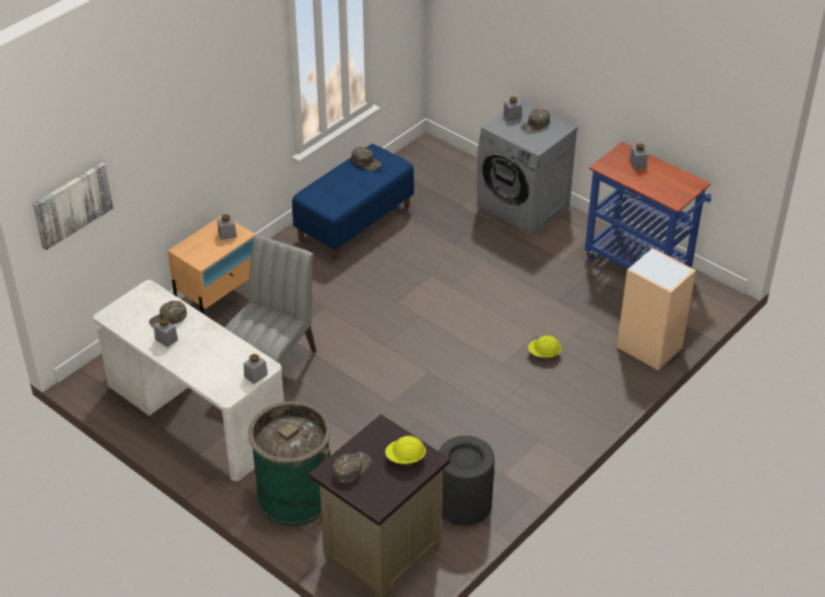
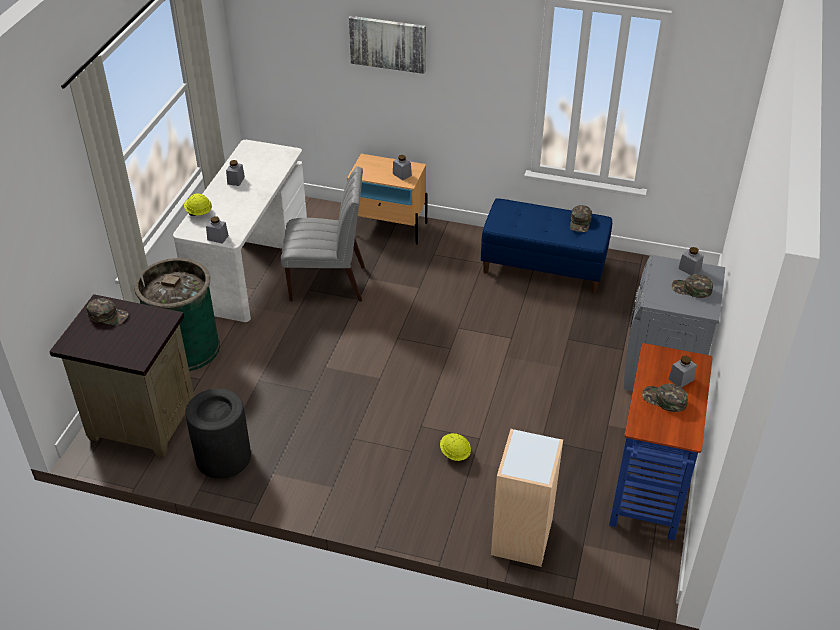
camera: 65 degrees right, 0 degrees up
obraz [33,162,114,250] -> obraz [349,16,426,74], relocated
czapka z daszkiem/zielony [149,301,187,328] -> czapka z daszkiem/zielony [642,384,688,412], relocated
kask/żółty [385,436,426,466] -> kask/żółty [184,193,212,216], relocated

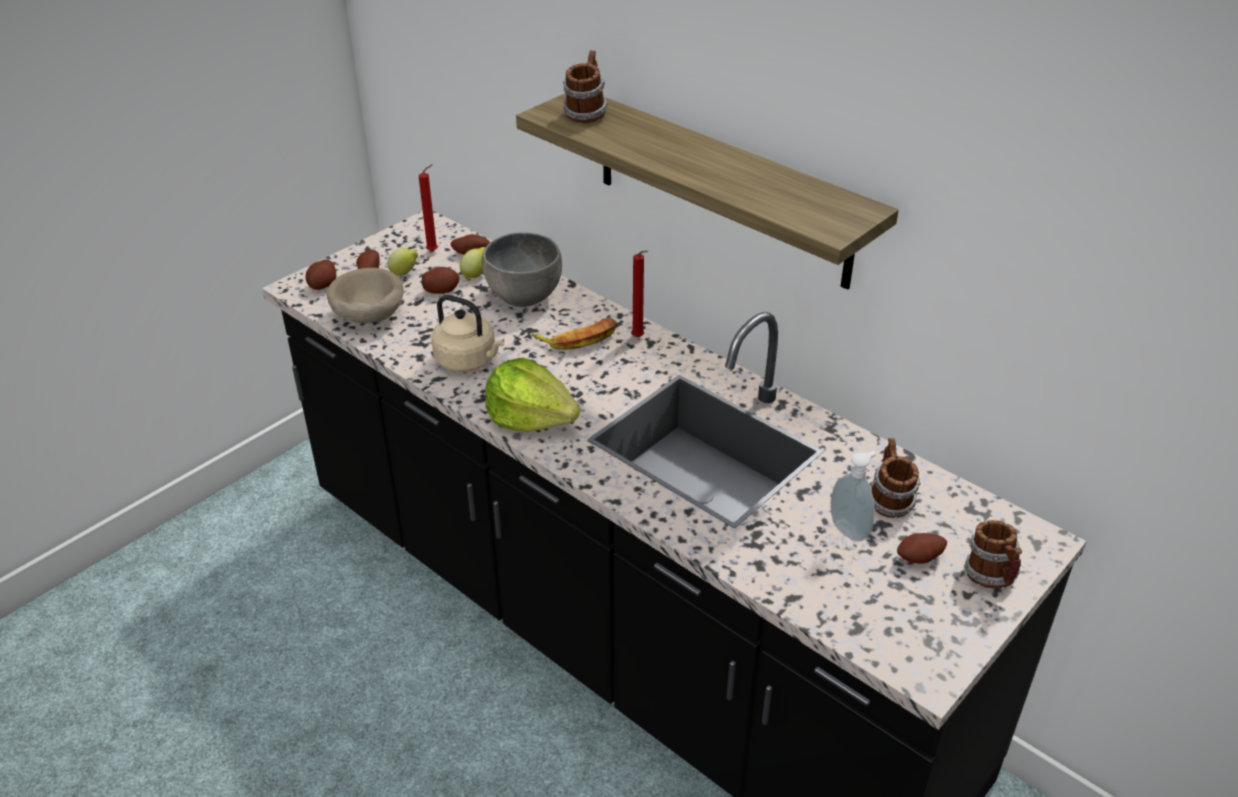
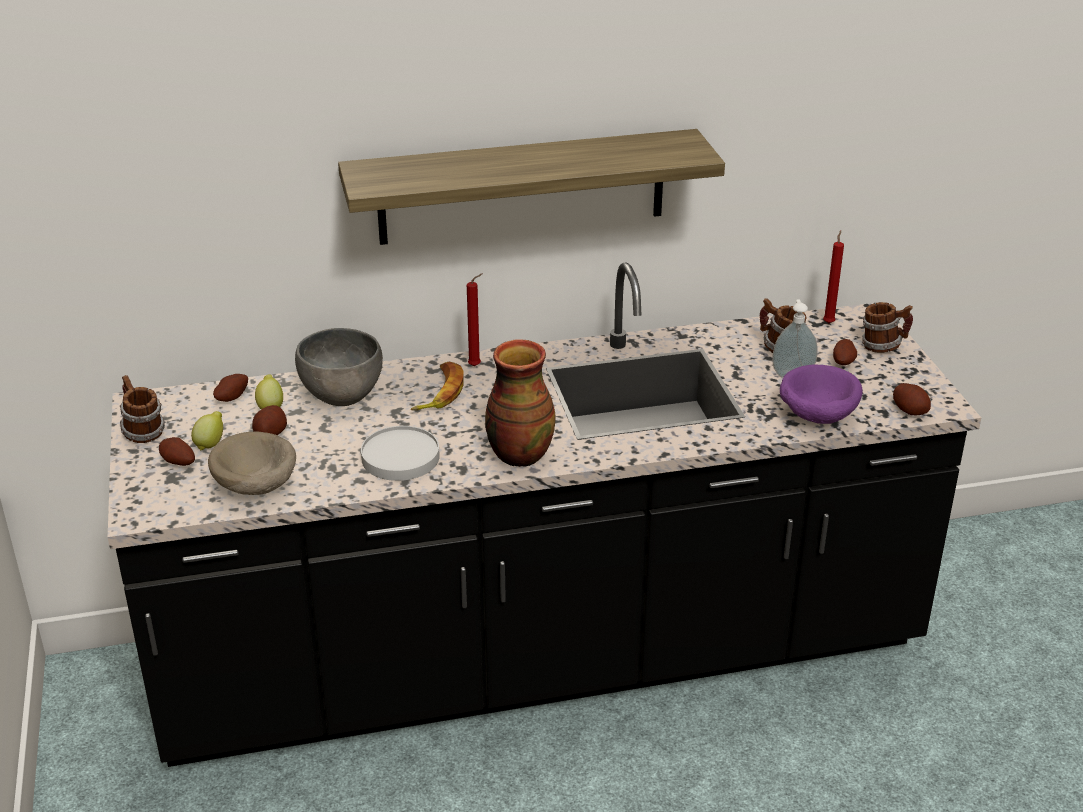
camera: 55 degrees left, 5 degrees down
ziemniak [305,259,336,290] -> ziemniak [893,383,931,415], relocated
świeca/czerwony [419,164,438,252] -> świeca/czerwony [823,230,844,323], relocated
czajnik/beżowy [431,295,504,372] -> talerz/biały [361,426,440,481]
sałata [485,358,580,431] -> wazon [485,339,555,467]
kubek [563,50,608,123] -> kubek [120,375,165,443], relocated
none -> miska/fioletowy [780,365,863,424]

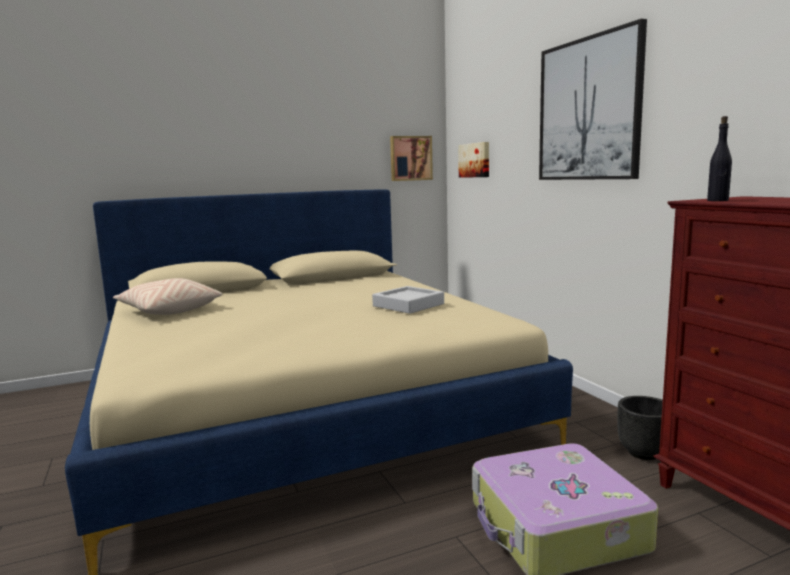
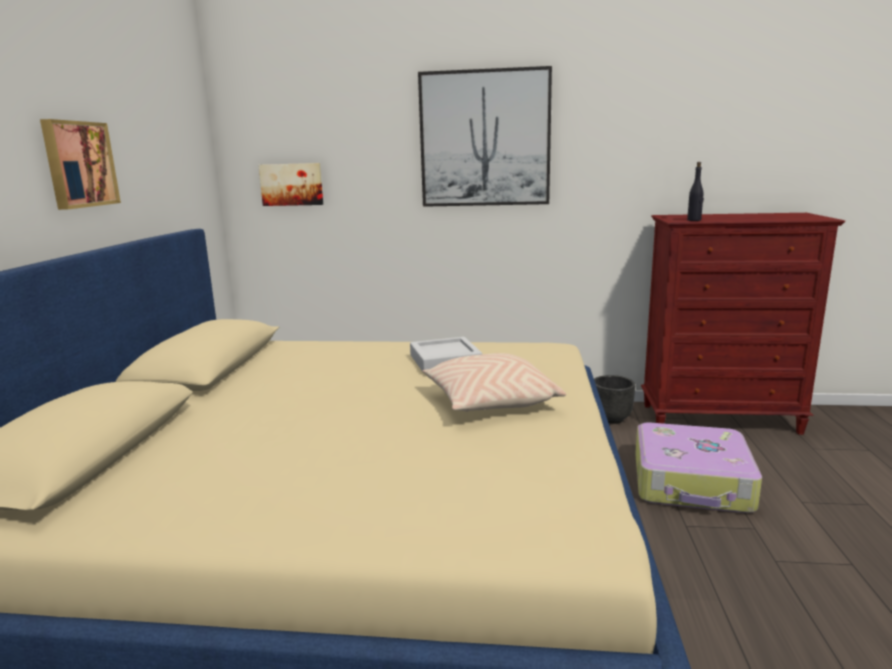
camera: 60 degrees left, 5 degrees up
poduszka/beżowy [113,278,223,315] -> poduszka/beżowy [423,353,566,412], relocated
obraz [390,136,433,181] -> obraz [40,119,121,210], relocated

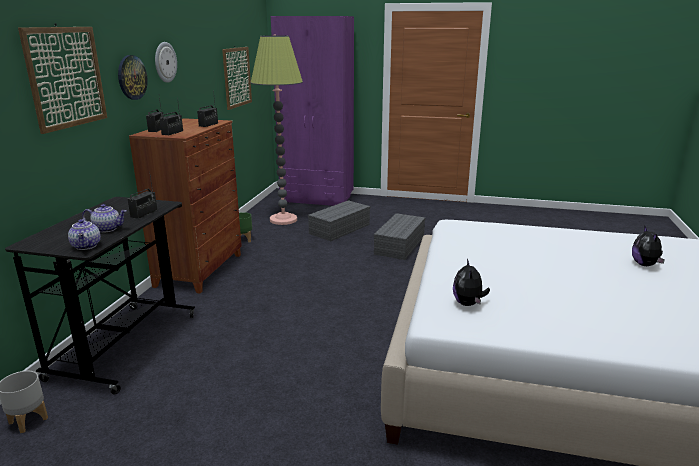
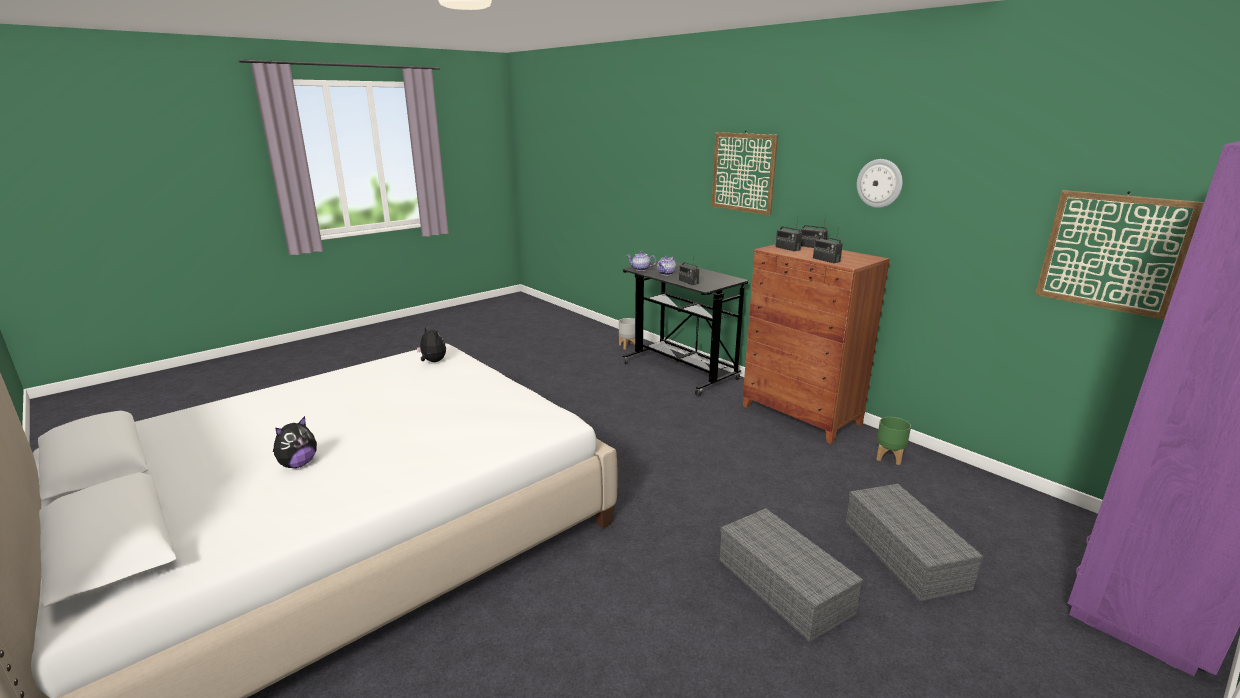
camera: 125 degrees right, 0 degrees up
zegar ścienny [118,55,148,100] -> none
lampa stojąca [251,35,303,225] -> none
pluszak [632,227,665,266] -> pluszak [273,416,317,468], 90 degrees clockwise

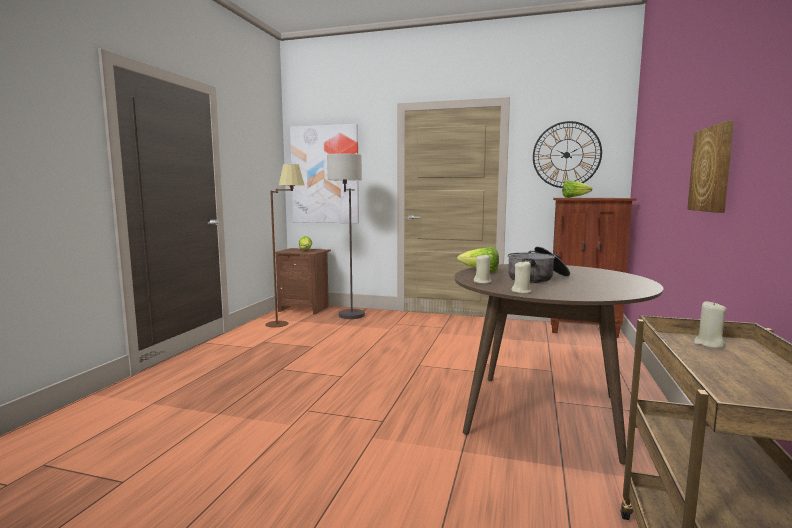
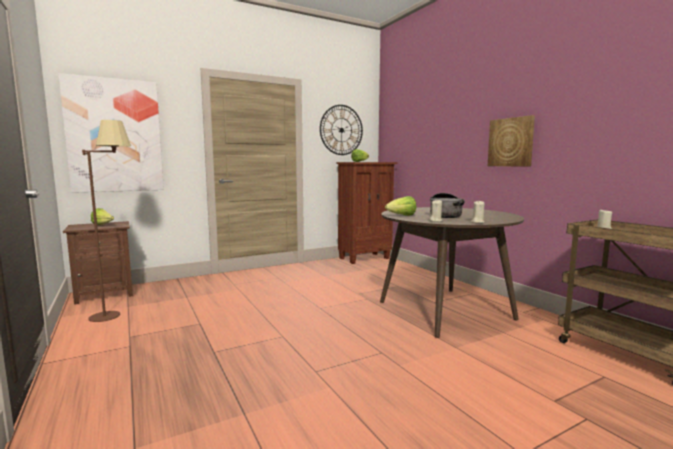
camera: 45 degrees left, 0 degrees up
lampa stojąca/szary [327,153,365,319] -> none

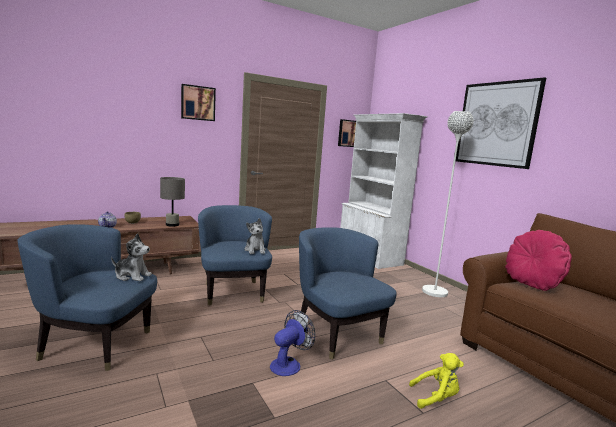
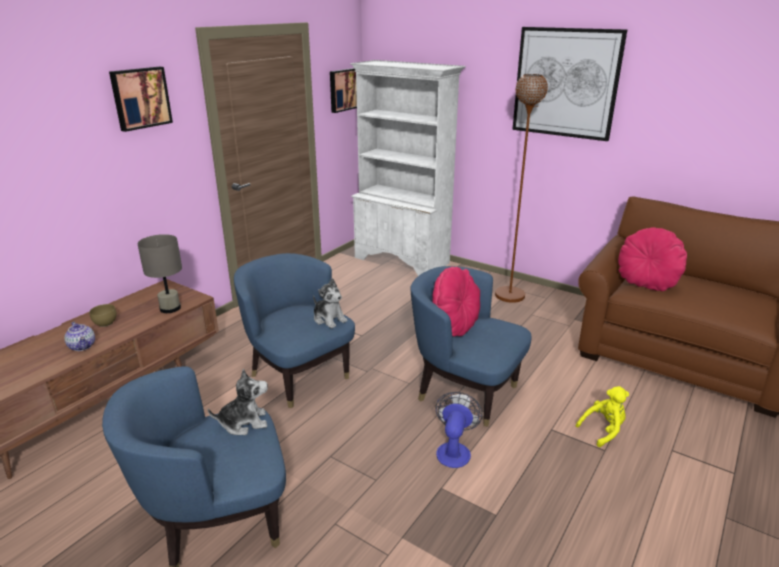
camera: 25 degrees left, 15 degrees up
lampa stojąca/biały [422,111,474,297] -> lampa stojąca/brązowy [495,74,548,303]
none -> poduszka/różowy [432,267,480,336]

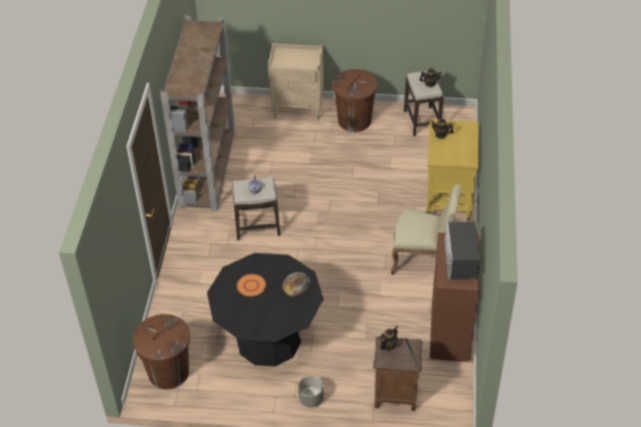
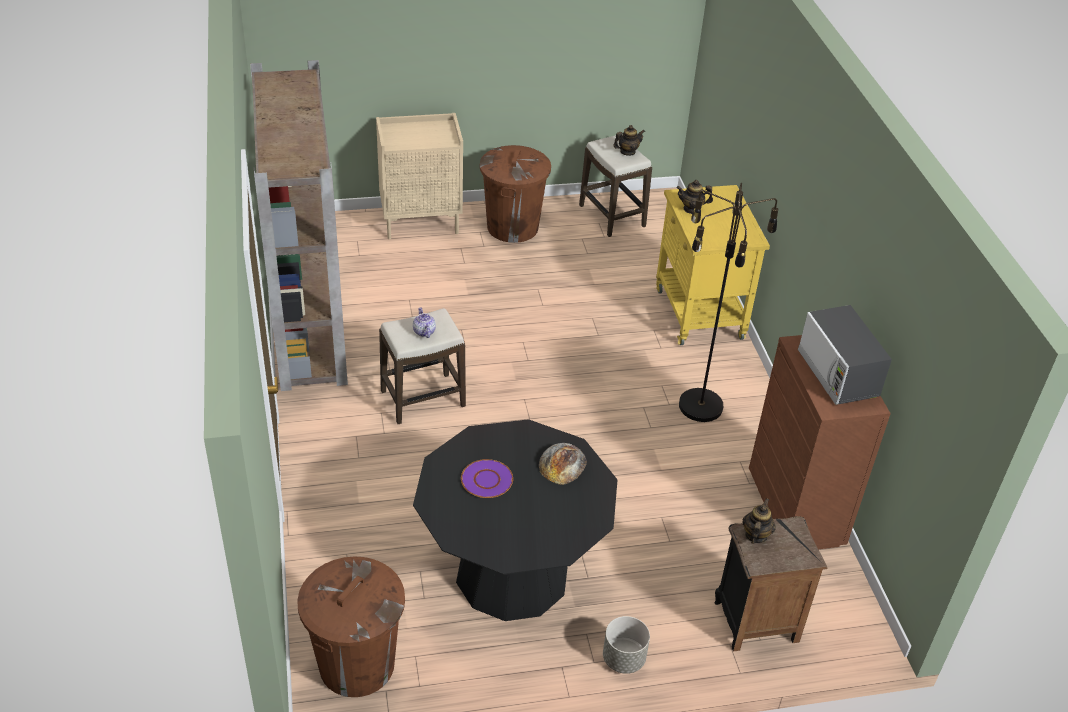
camera: 20 degrees left, 5 degrees down
talerz/pomarańczowy [237,274,266,297] -> talerz/fioletowy [461,459,513,498]
krzesło/beżowy [391,184,461,275] -> lampa stojąca [679,183,778,422]

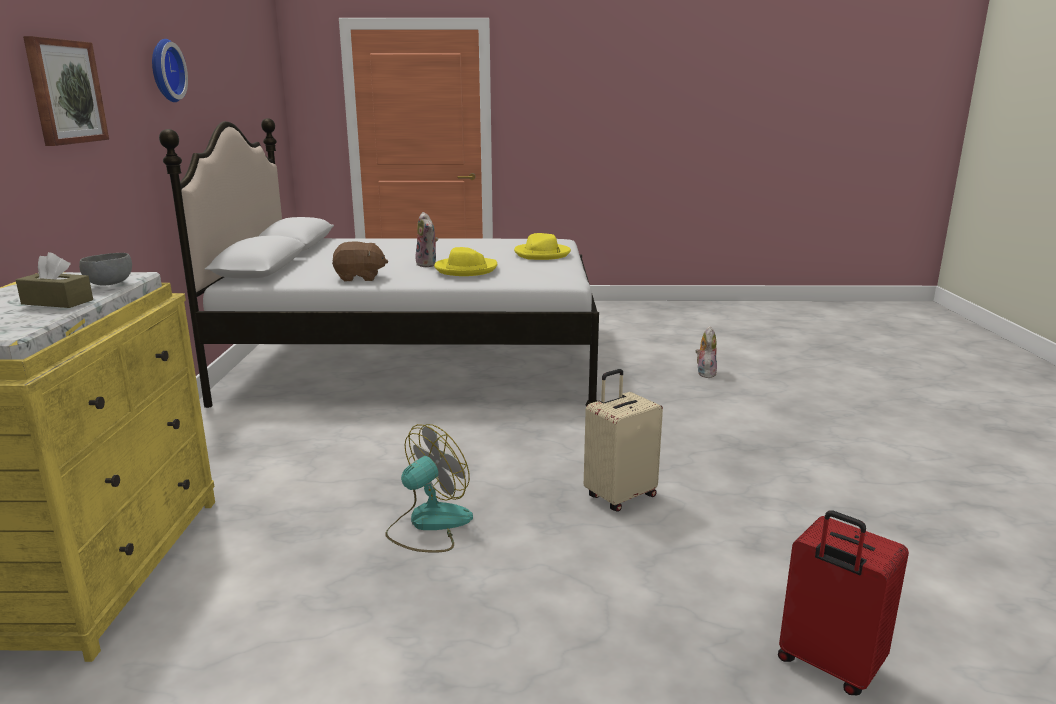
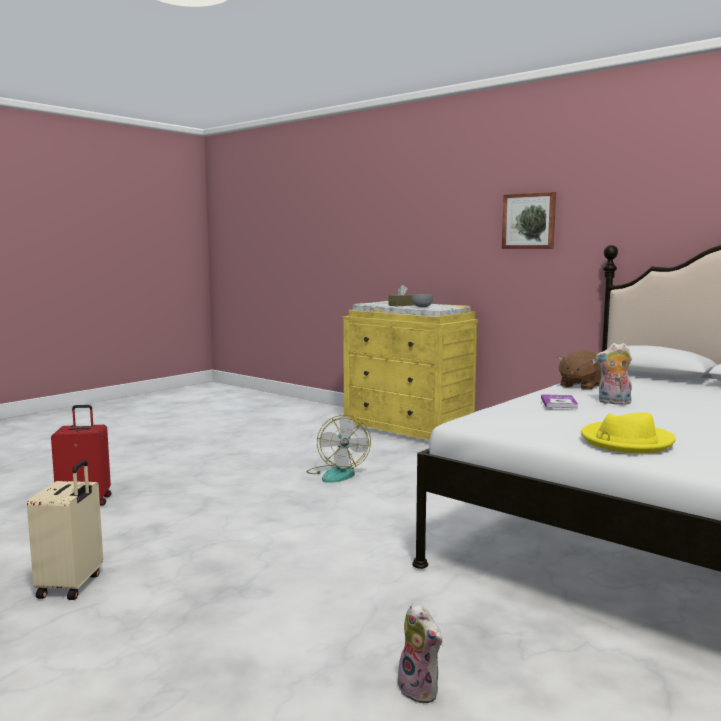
camera: 130 degrees right, 10 degrees down
zegar ścienny [152,39,188,102] -> none
kapelusz/żółty [434,247,497,276] -> książka [541,394,578,408]
walizka/beżowy [584,369,663,512] -> walizka/beżowy [27,460,103,600], relocated

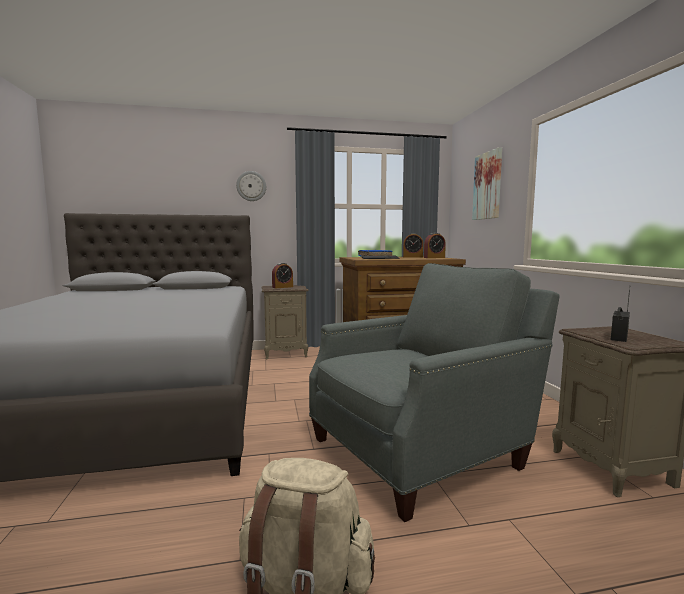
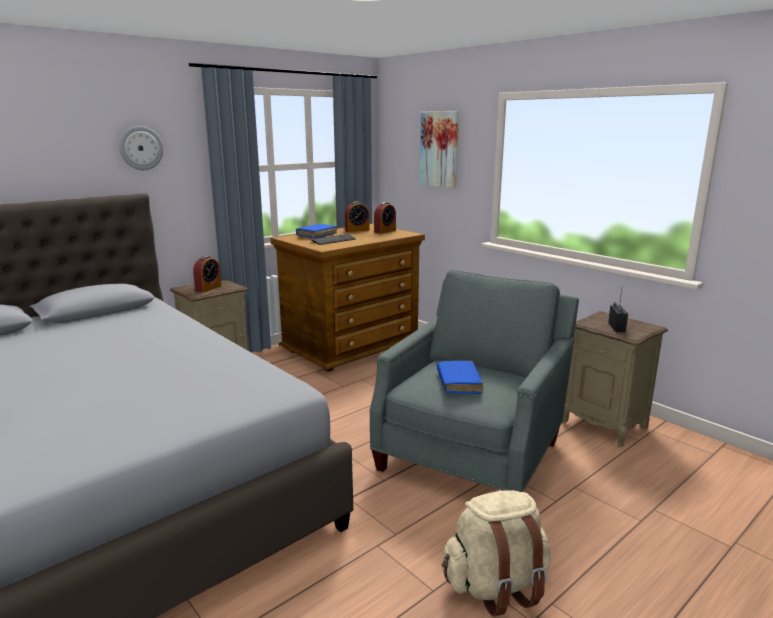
camera: 30 degrees left, 10 degrees up
none -> książka/niebieski [437,361,483,394]

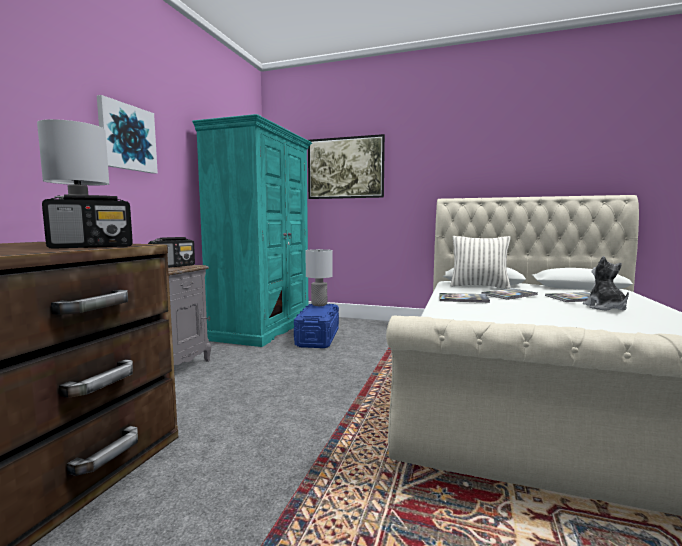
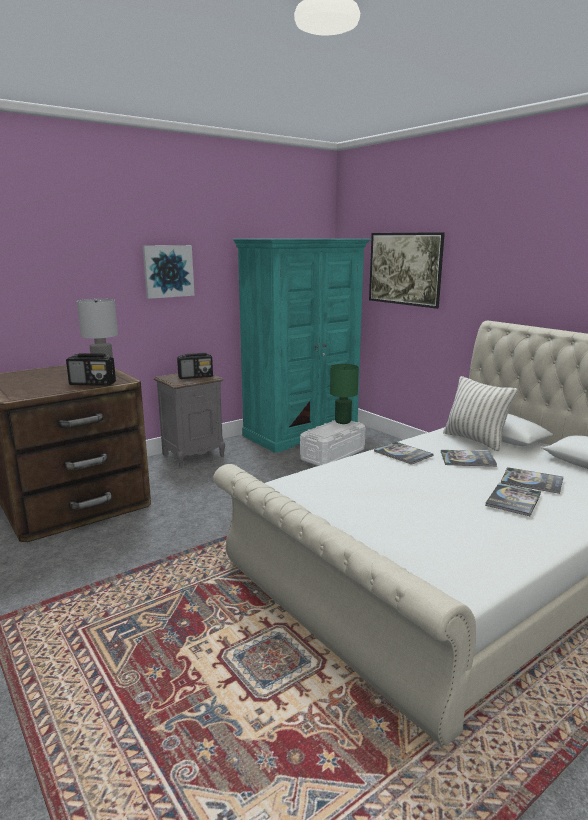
camera: 35 degrees right, 10 degrees up
pojemnik do przechowywania/niebieski [294,304,339,348] -> pojemnik do przechowywania/biały [300,420,366,466]
lampa stołowa/szary [305,249,333,306] -> lampa stołowa/zielony [330,364,359,424]
pluszak [583,256,629,311] -> książka [485,483,541,516]

